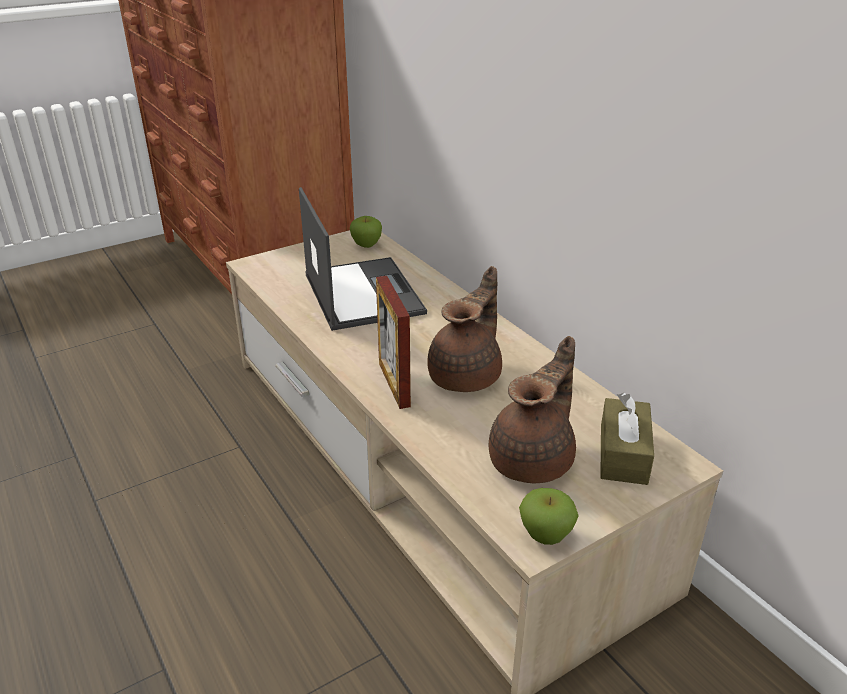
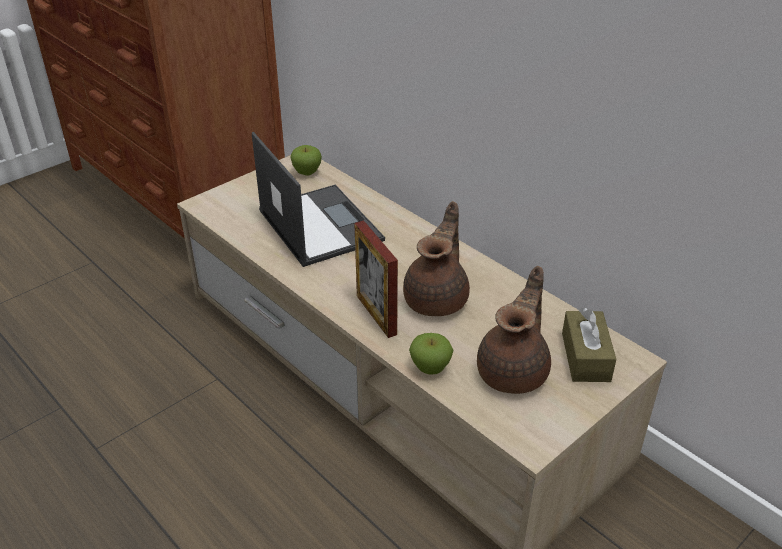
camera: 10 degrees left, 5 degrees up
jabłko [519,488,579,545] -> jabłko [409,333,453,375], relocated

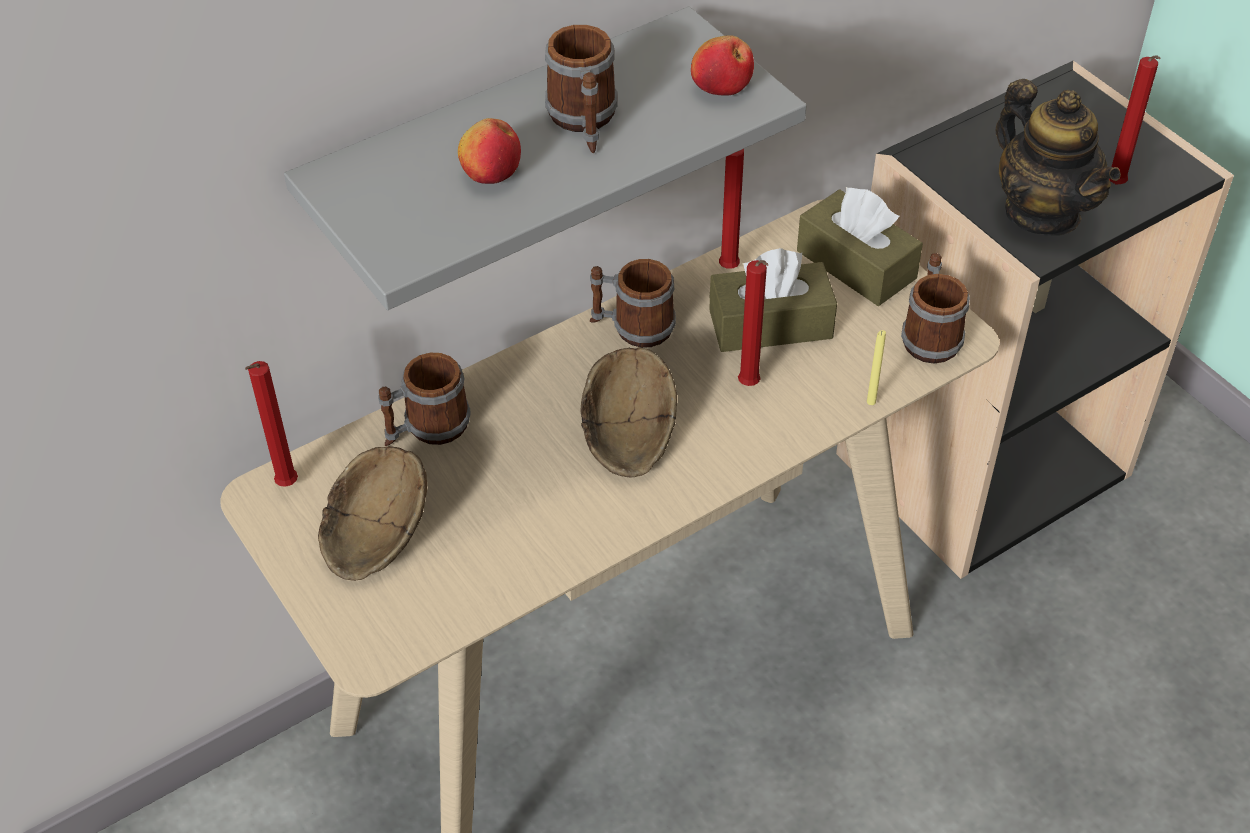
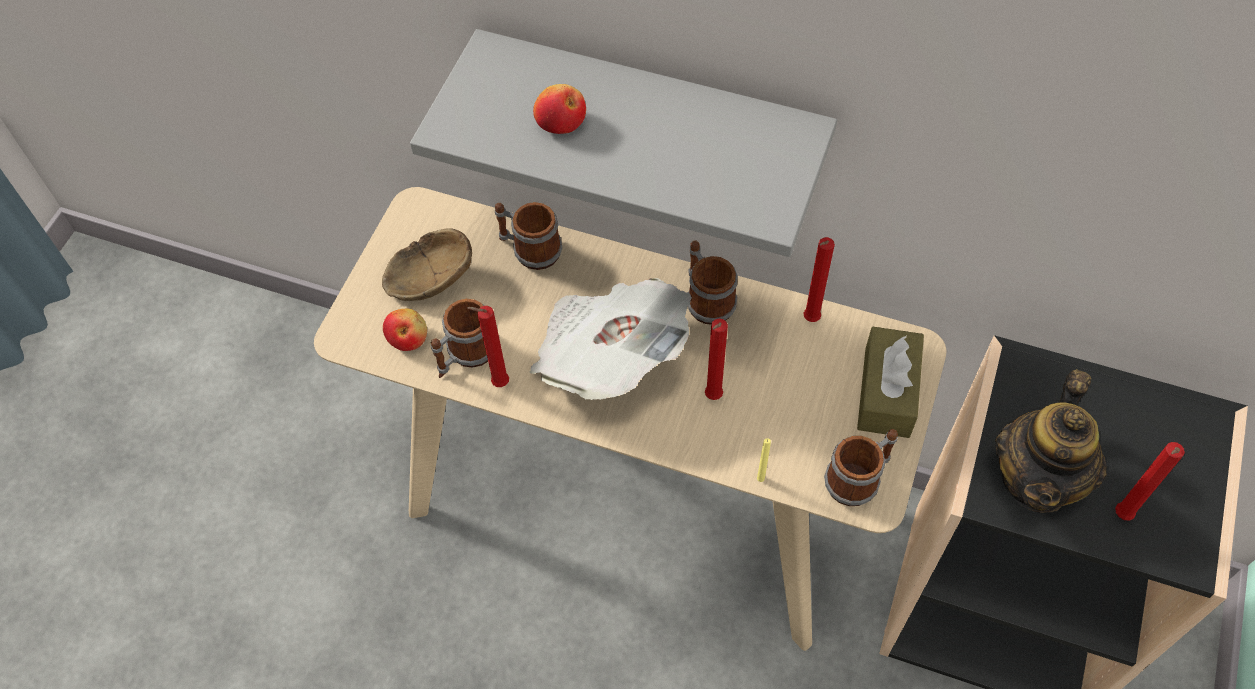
camera: 55 degrees right, 10 degrees up
świeca/czerwony [245,361,298,487] -> świeca/czerwony [467,306,509,387], relocated
kubek [545,25,618,153] -> kubek [431,299,488,378], relocated
miska/brązowy [581,347,677,477] -> gazeta [530,278,692,400]
jabłko [691,35,754,96] -> jabłko [383,309,427,351], relocated
pudełko chusteczek/brązowy [709,248,837,352] -> none

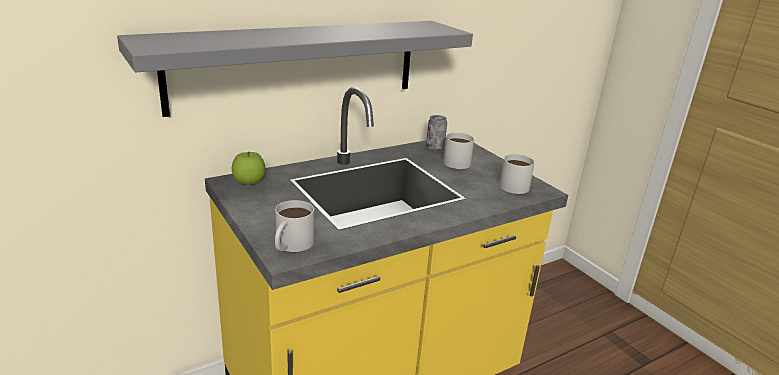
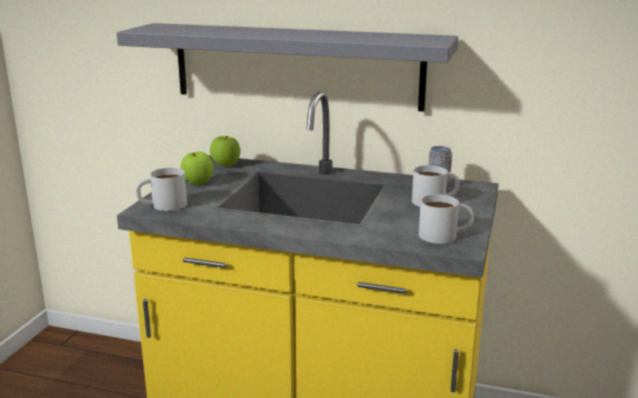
camera: 50 degrees right, 5 degrees down
none -> jabłko [181,152,214,185]

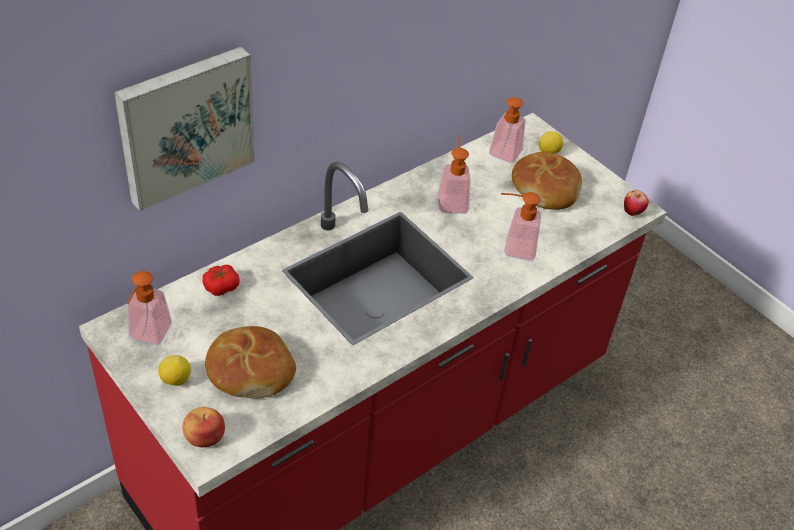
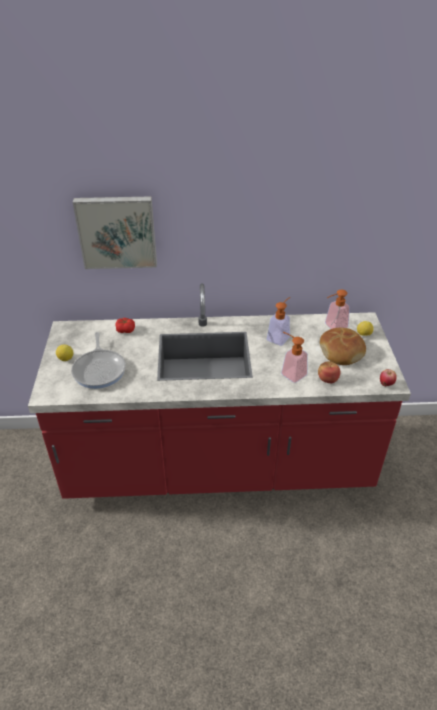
camera: 40 degrees right, 5 degrees down
dozownik mydła [127,271,172,345] -> none
jabłko [182,407,225,447] -> jabłko [318,361,340,383], relocated
chleb [205,326,296,399] -> patelnia [71,332,126,389]

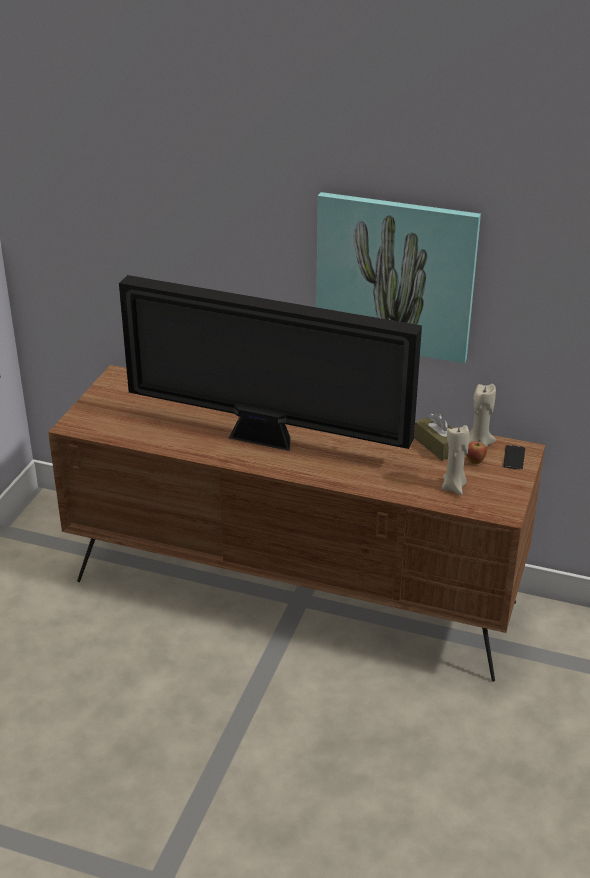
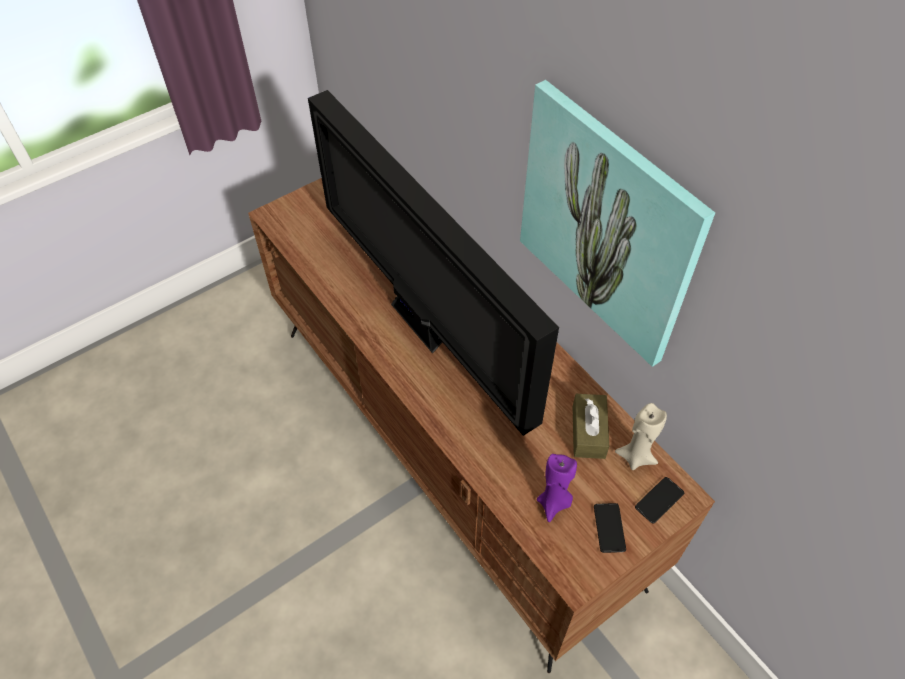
camera: 35 degrees right, 20 degrees up
świeca/beżowy [442,425,470,495] -> świeca/fioletowy [537,454,577,522]
jabłko [466,440,487,464] -> none
none -> telefon [594,503,626,553]

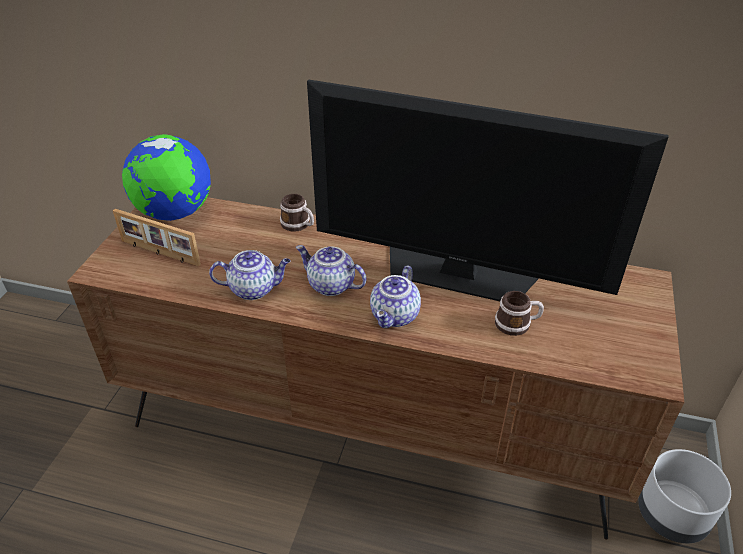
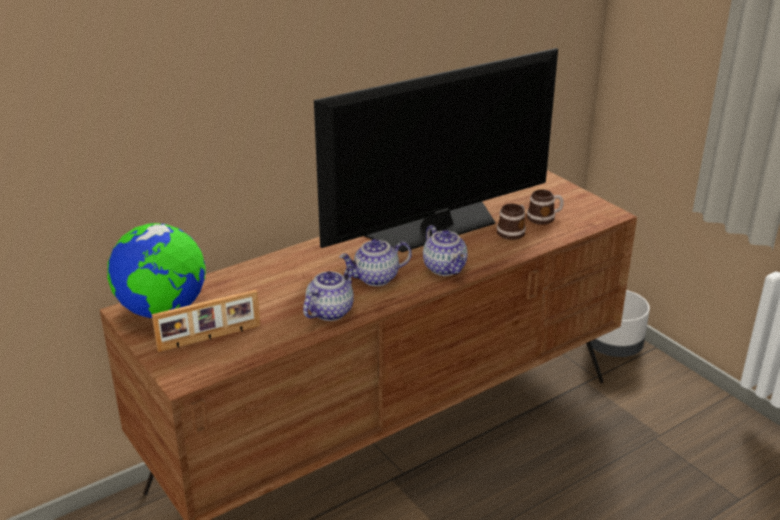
camera: 50 degrees left, 10 degrees down
kubek [280,194,314,232] -> kubek [527,189,564,225], relocated

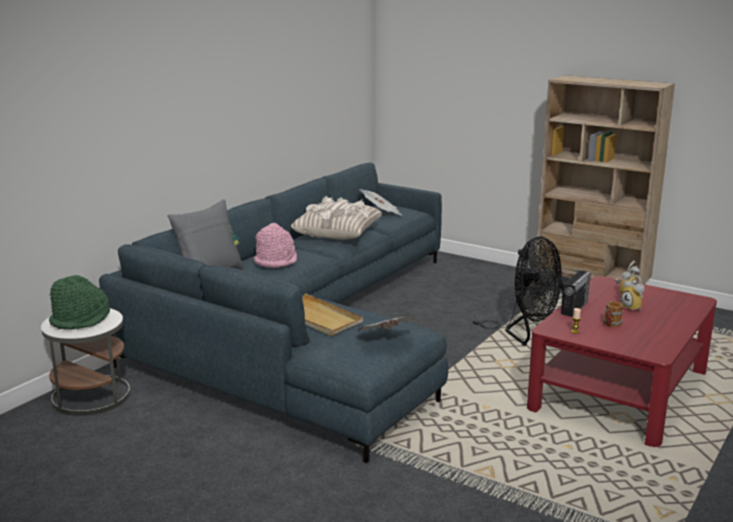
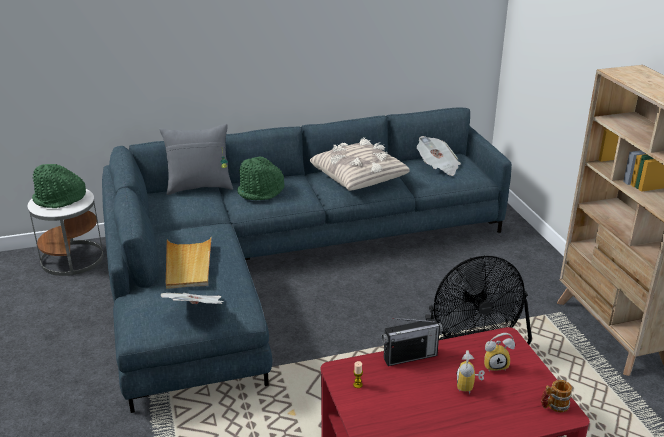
camera: 40 degrees right, 10 degrees up
kapelusz/różowy [254,223,297,268] -> kapelusz/zielony [237,156,285,200]
kubek [603,301,623,328] -> kubek [541,380,572,412], relocated

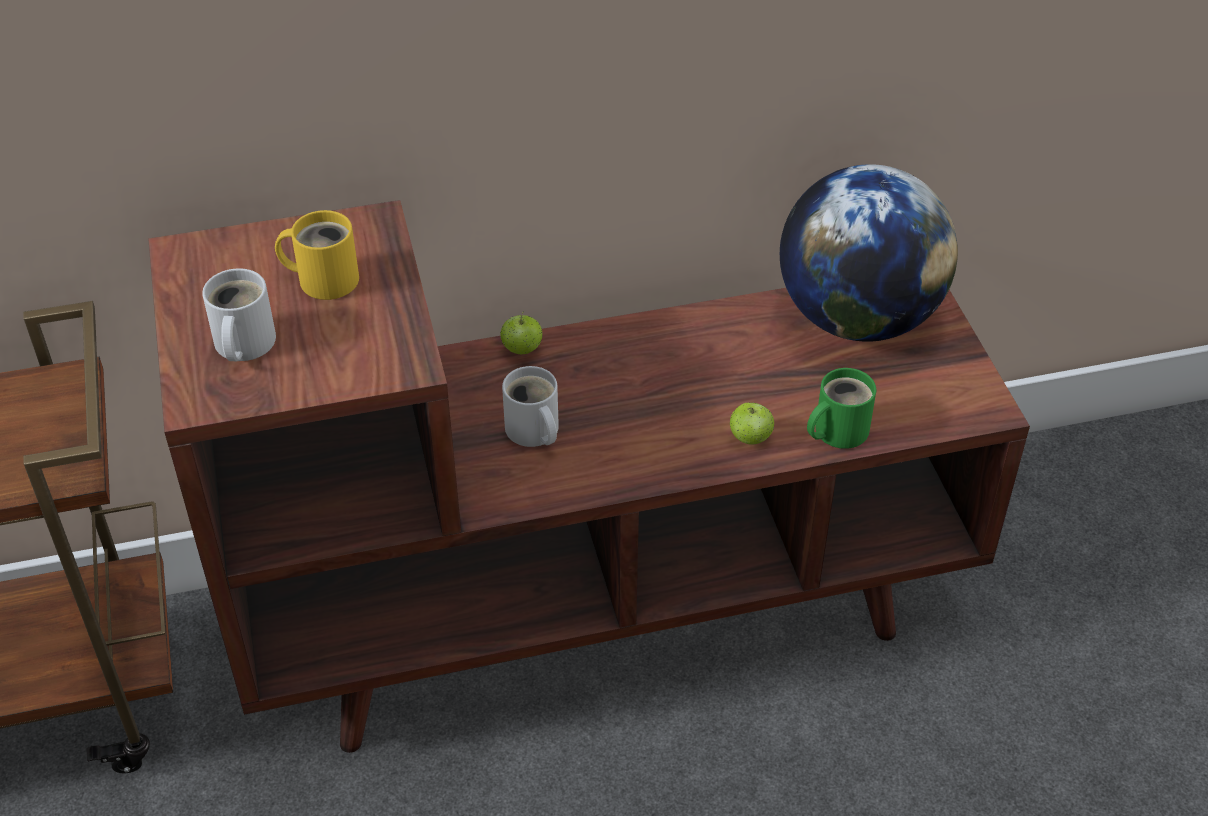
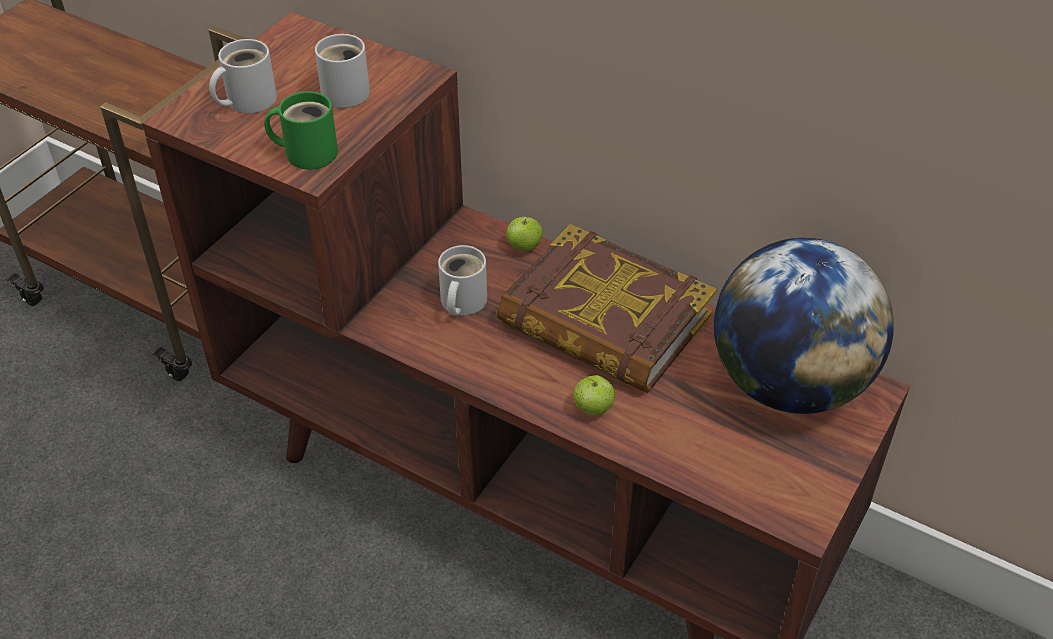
camera: 45 degrees right, 0 degrees up
kubek/żółty [275,210,359,300] -> kubek/biały [315,34,370,108]
kubek/zielony [807,368,876,449] -> kubek/zielony [264,91,338,169], relocated
none -> książka [497,224,717,393]

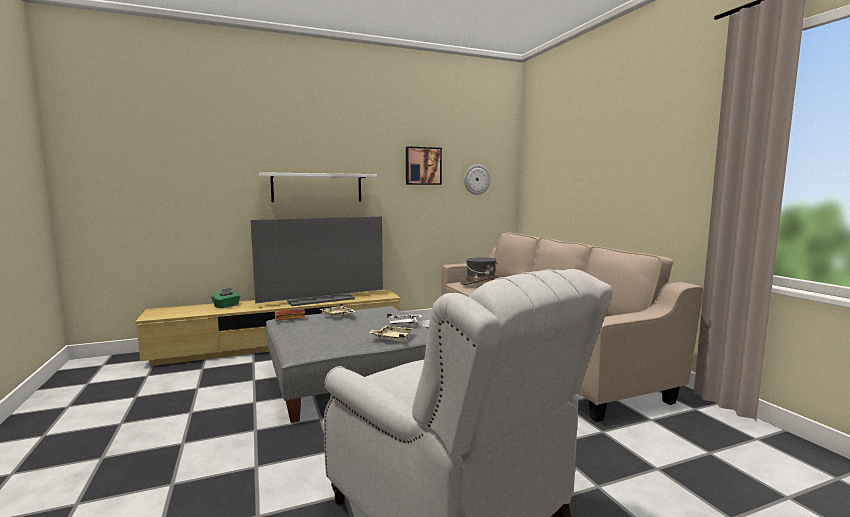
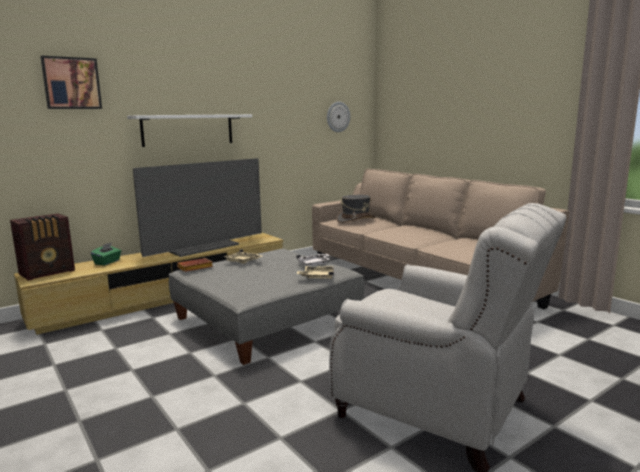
camera: 15 degrees left, 5 degrees up
obraz [406,146,442,185] -> obraz [40,56,102,109], relocated
none -> radio [10,214,75,281]

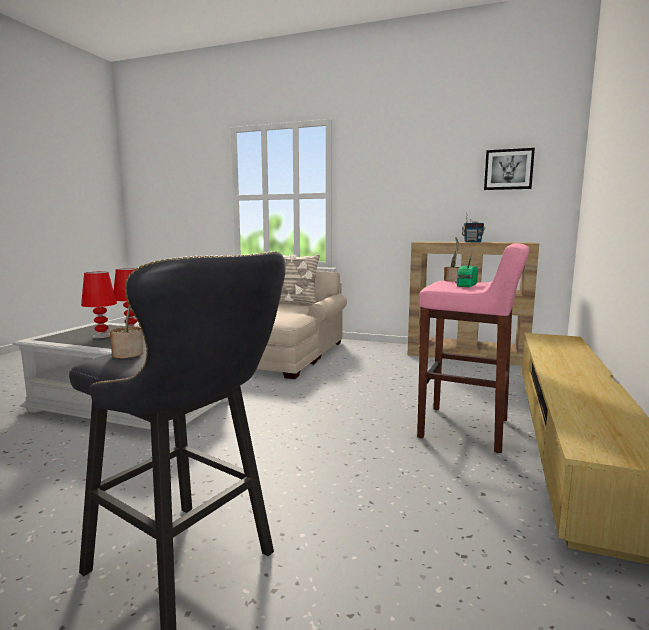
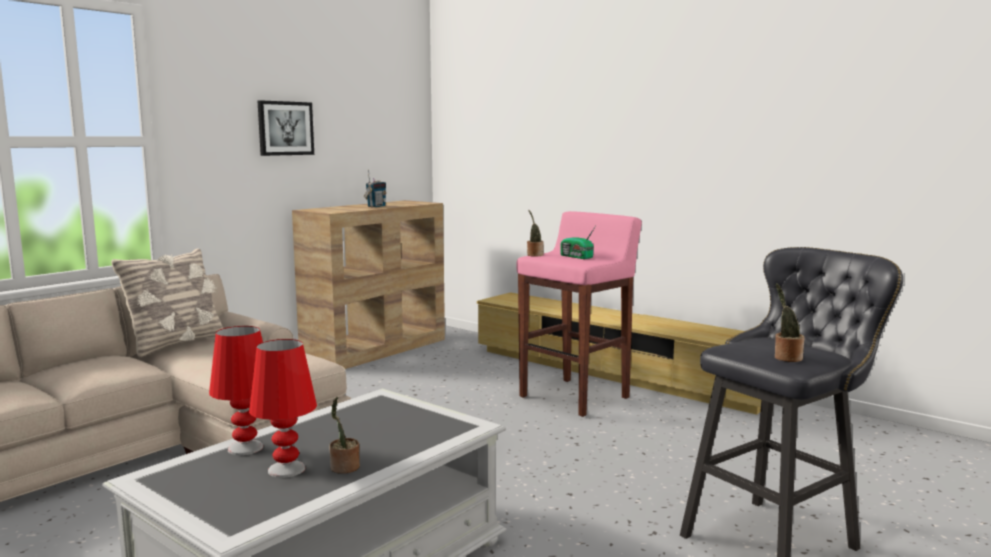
camera: 70 degrees left, 0 degrees up
obraz [484,148,535,190] -> obraz [258,100,314,156], relocated
none -> roślina doniczkowa [329,397,360,474]

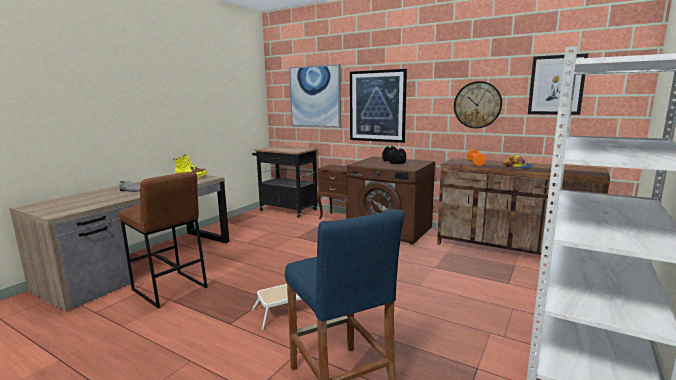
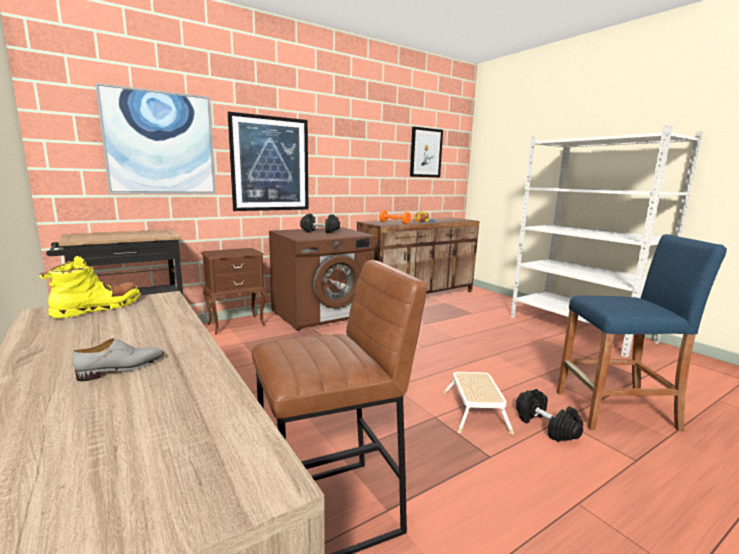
camera: 65 degrees left, 0 degrees up
zegar ścienny [454,81,502,128] -> none
none -> hantel/czarny [516,389,583,442]

